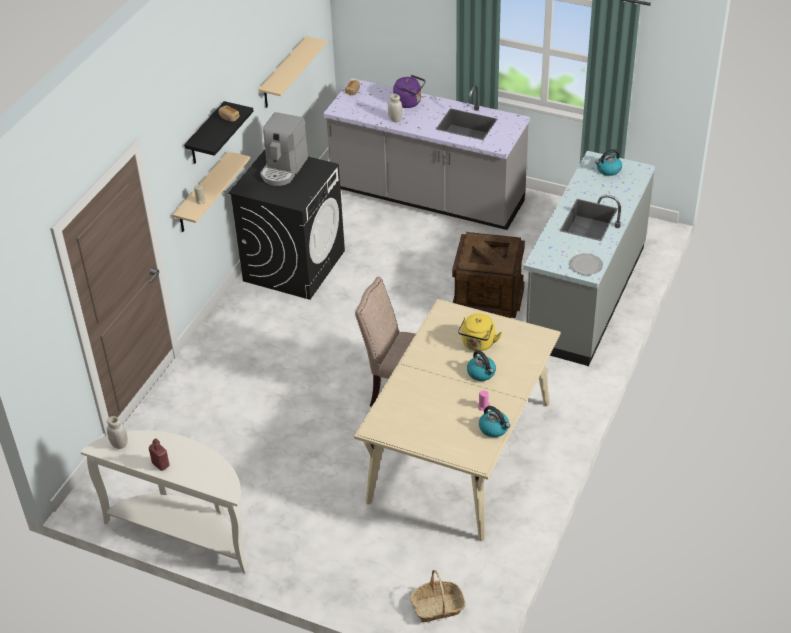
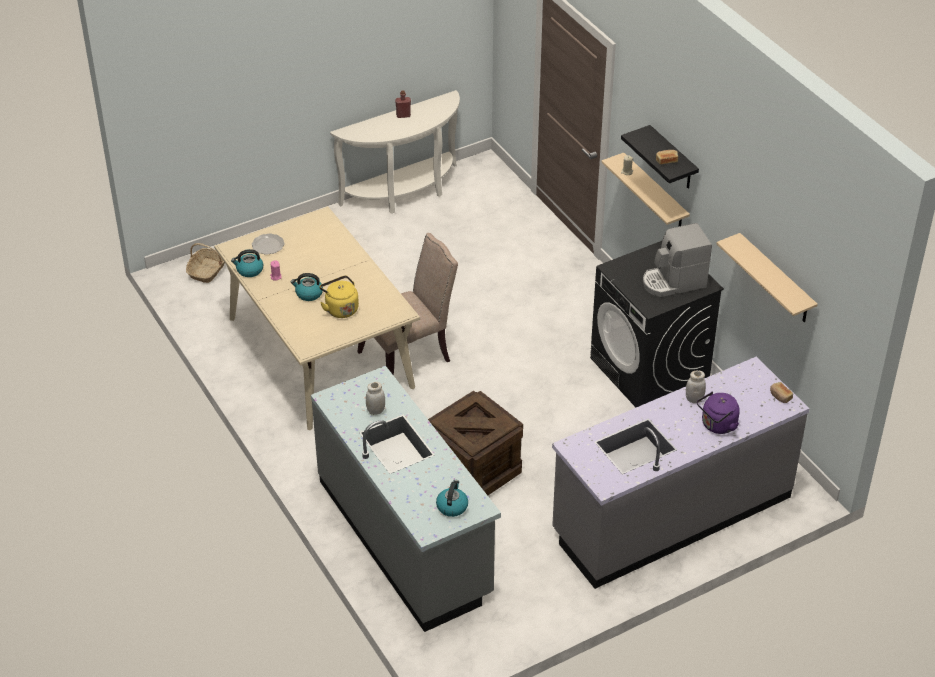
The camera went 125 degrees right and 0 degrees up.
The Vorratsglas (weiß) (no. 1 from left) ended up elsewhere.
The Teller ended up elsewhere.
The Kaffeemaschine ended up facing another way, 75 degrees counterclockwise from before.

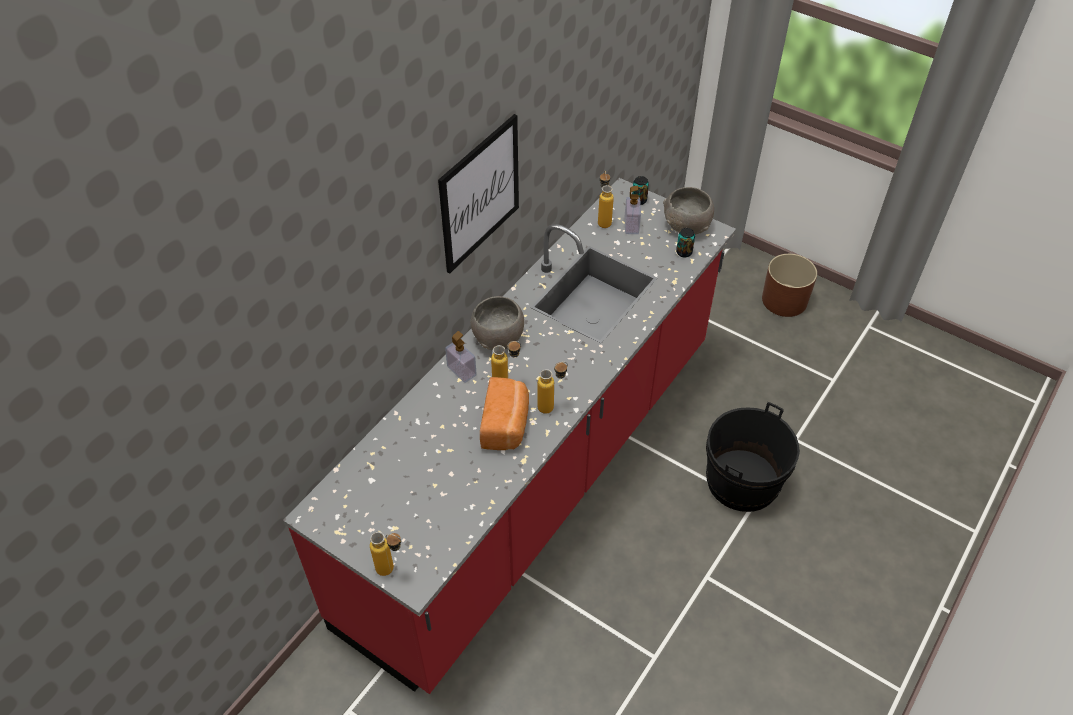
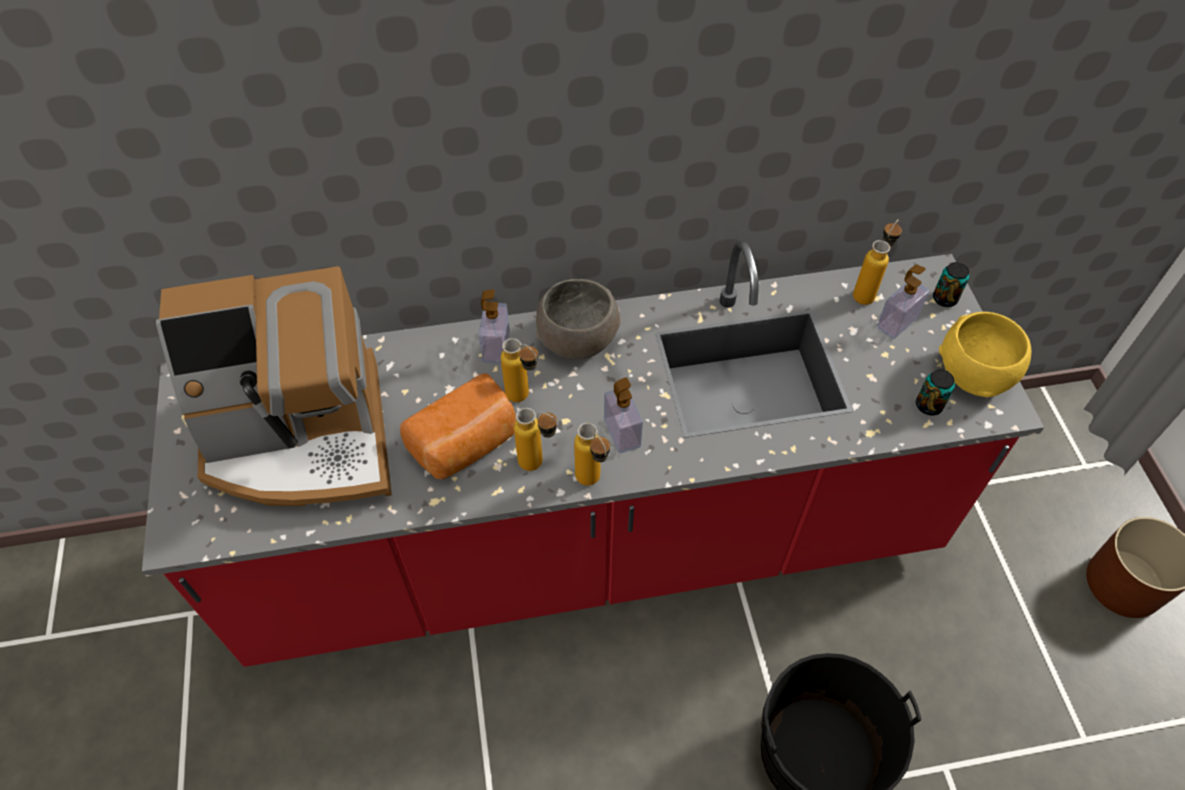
The camera went 45 degrees right and 5 degrees up.
The second view lost the Bild.
The second view gained the Kaffeemaschine.
The second view gained the Seifenspender (no. 2 from left).
The Flasche (no. 1 from left in the first image) ended up elsewhere.
What was the Schüssel (grau) (no. 2 from left) turned into the Schüssel (gelb).

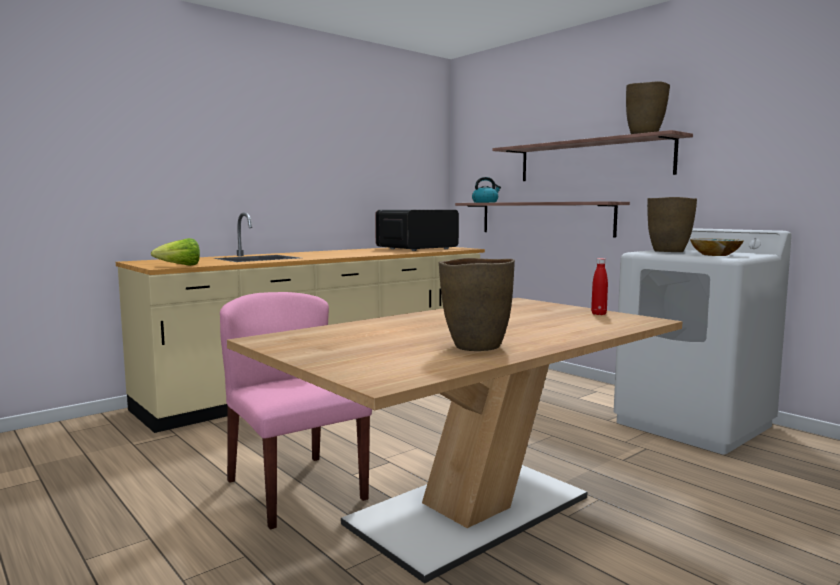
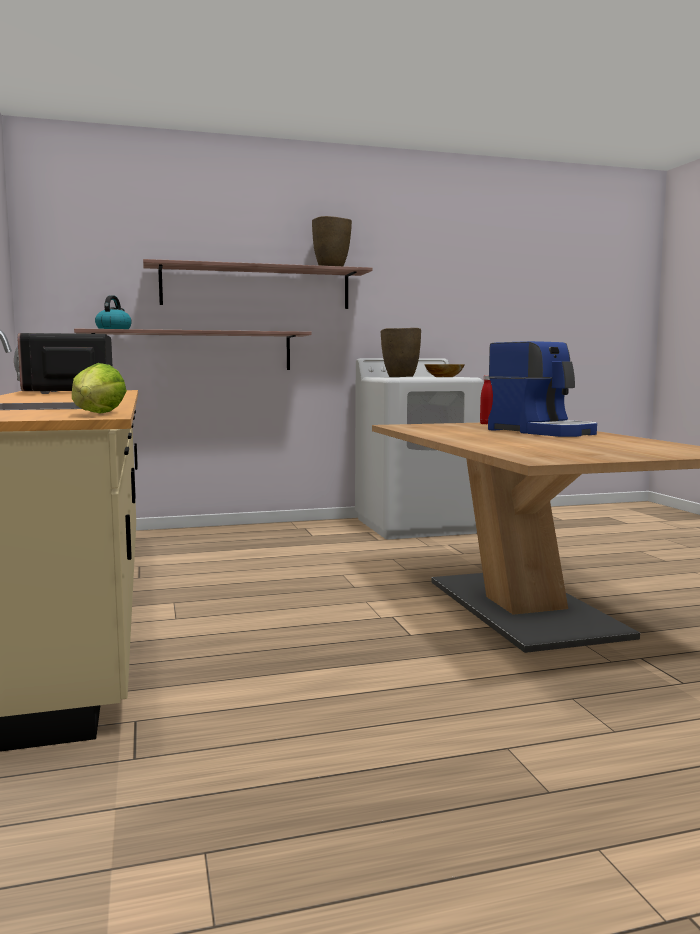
The camera went 65 degrees left and 0 degrees up.
The second view lost the Stuhl (rosa).
The second view lost the Vase (braun) (no. 1 from left).
The second view gained the Kaffeemaschine.

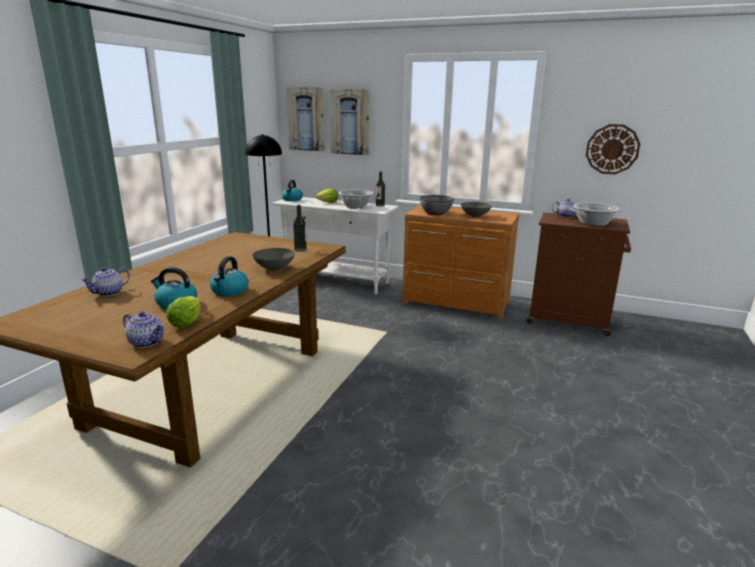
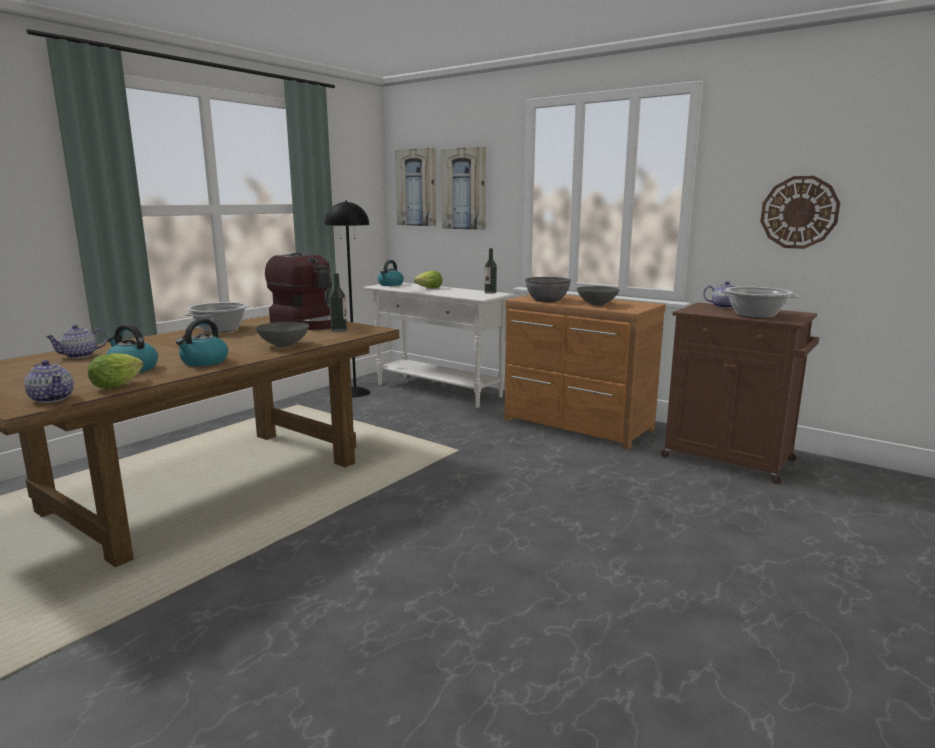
The camera went 15 degrees right and 5 degrees down.
The second view gained the Kaffeemaschine.
The Kochtopf (no. 1 from left) ended up elsewhere.

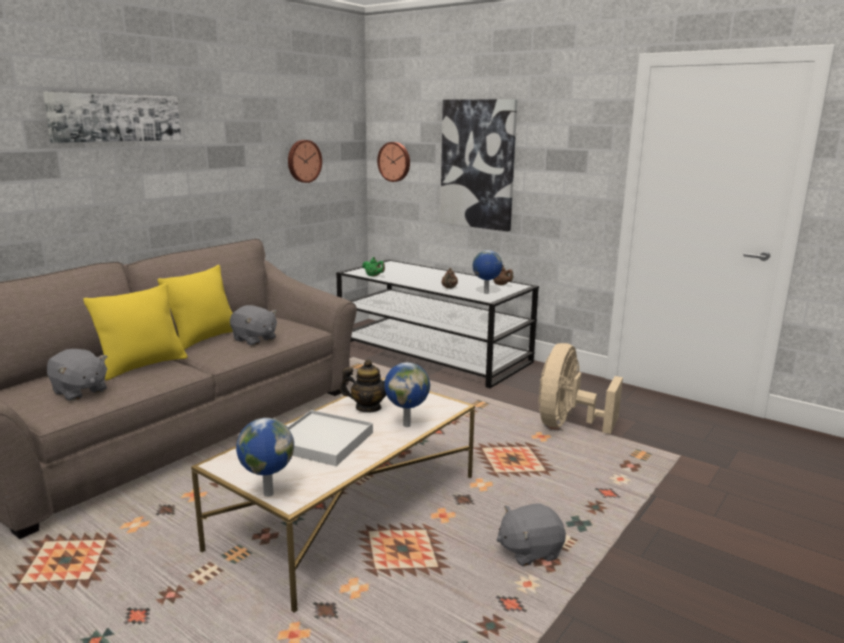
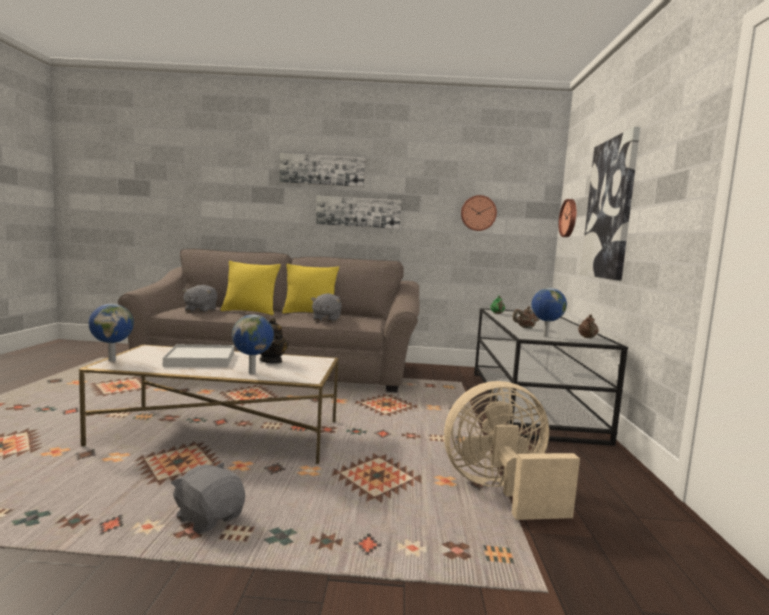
The camera went 55 degrees right and 10 degrees down.
The second view gained the Bild (no. 2 from left).

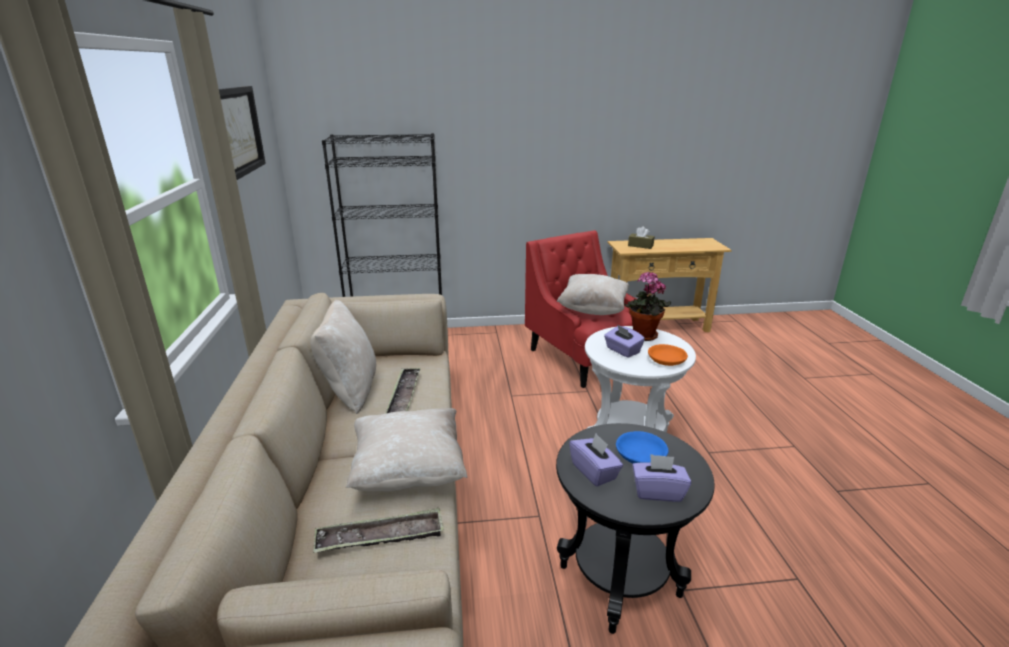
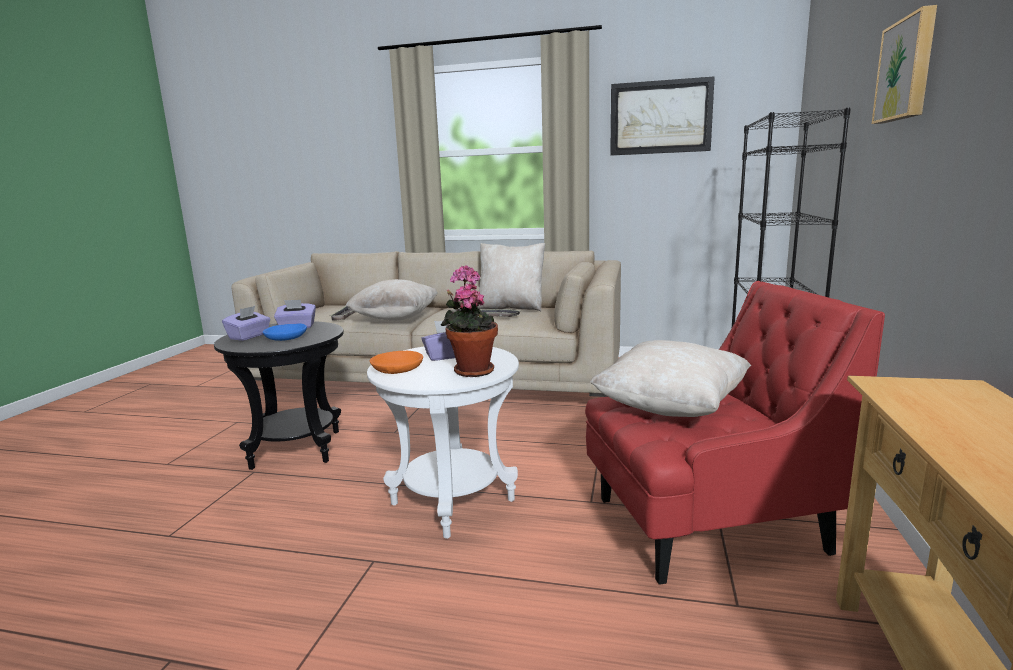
The camera went 110 degrees right and 10 degrees down.
The second view lost the Taschentuchbox (braun).
The second view gained the Bild (no. 2 from left).

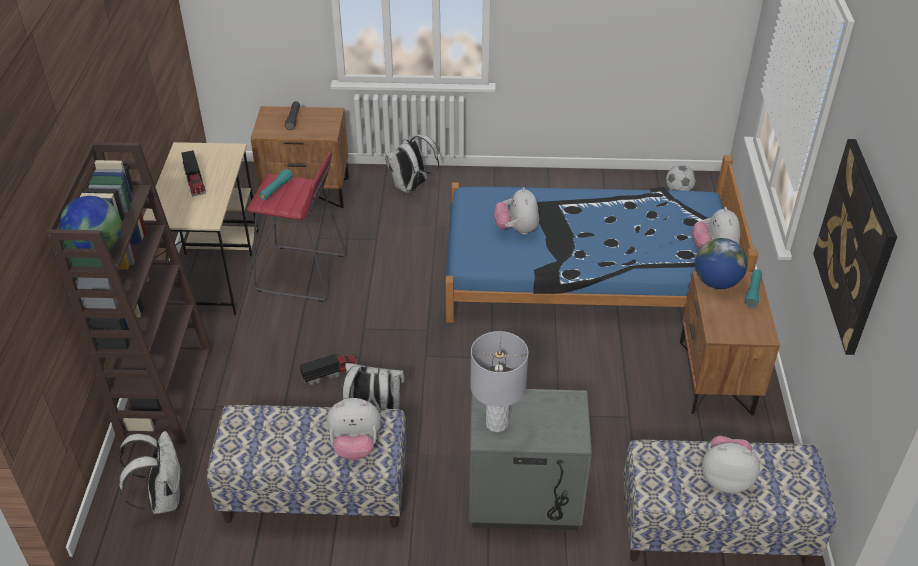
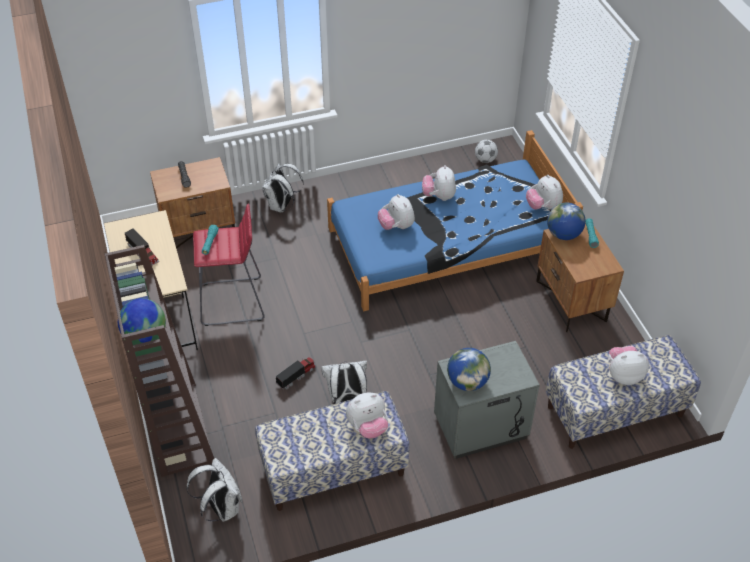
The camera went 20 degrees left and 5 degrees up.
The second view lost the Bild.
The second view gained the Plüschtier (no. 3 from left).
Where the Tischlampe (grau) stood, the Globus (no. 2 from left) came to stand.

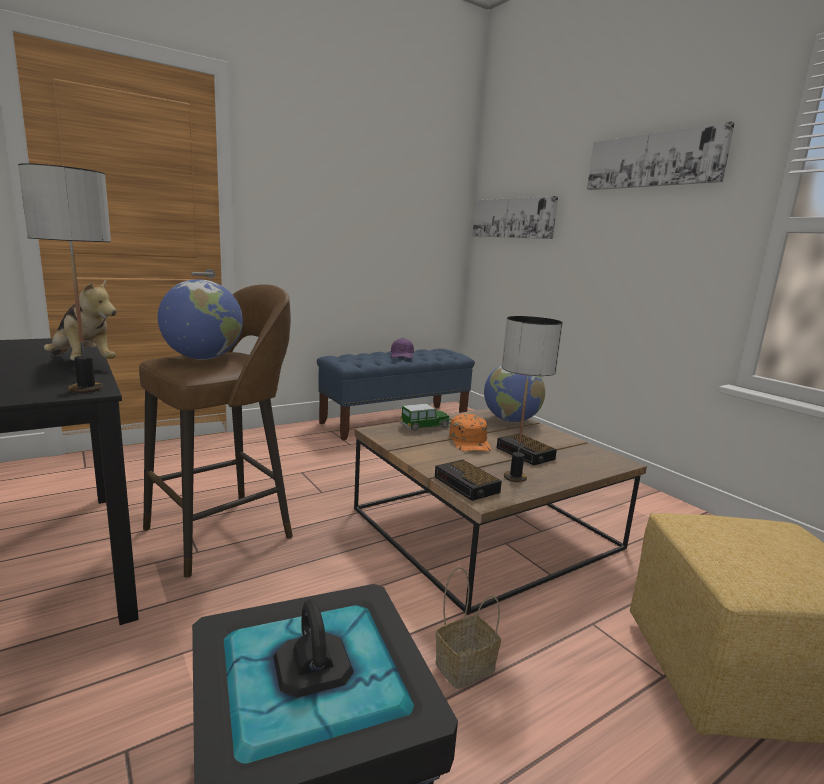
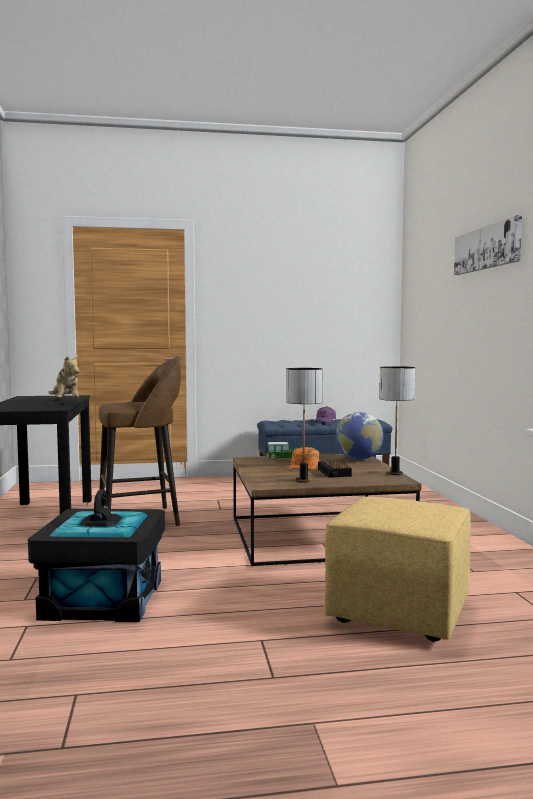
The camera went 25 degrees right and 10 degrees down.
The second view lost the Globus (no. 1 from left).
The second view lost the Wecker (no. 1 from left).
The second view lost the Korb.
The second view lost the Bild (no. 1 from left).
The Tischlampe (no. 1 from left in the first image) ended up elsewhere.

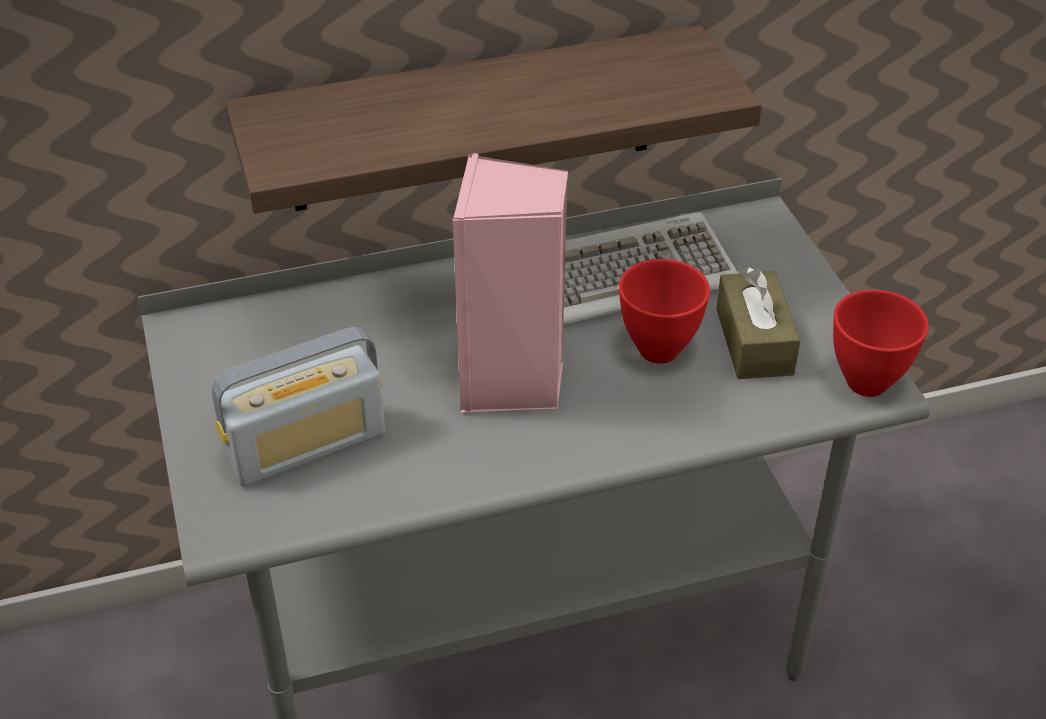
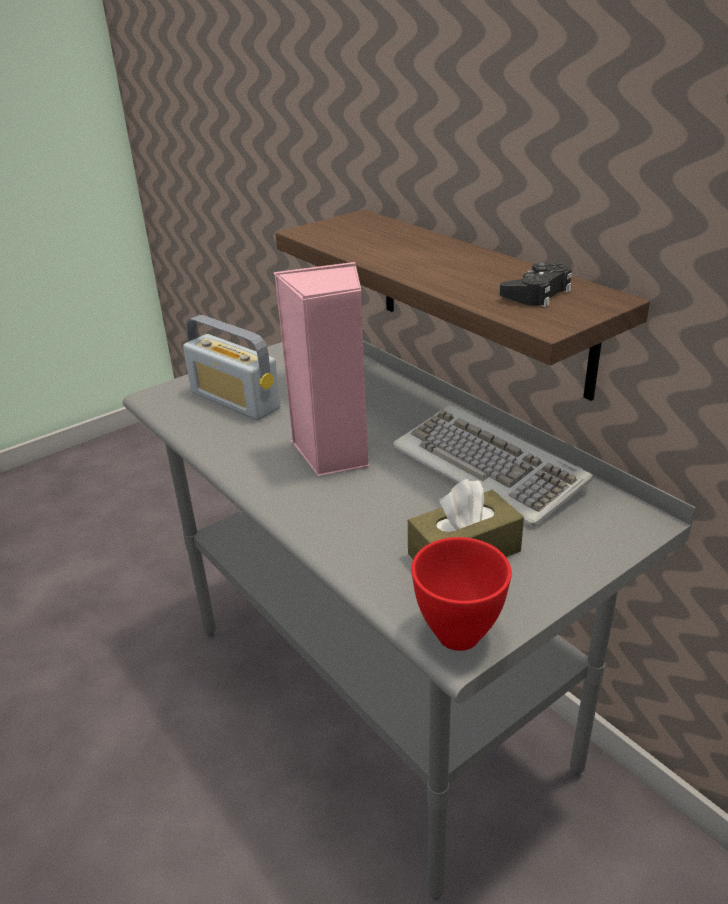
The camera went 70 degrees right and 10 degrees down.
The second view lost the Schüssel (rot) (no. 1 from left).
The second view gained the Gamepad (schwarz).

